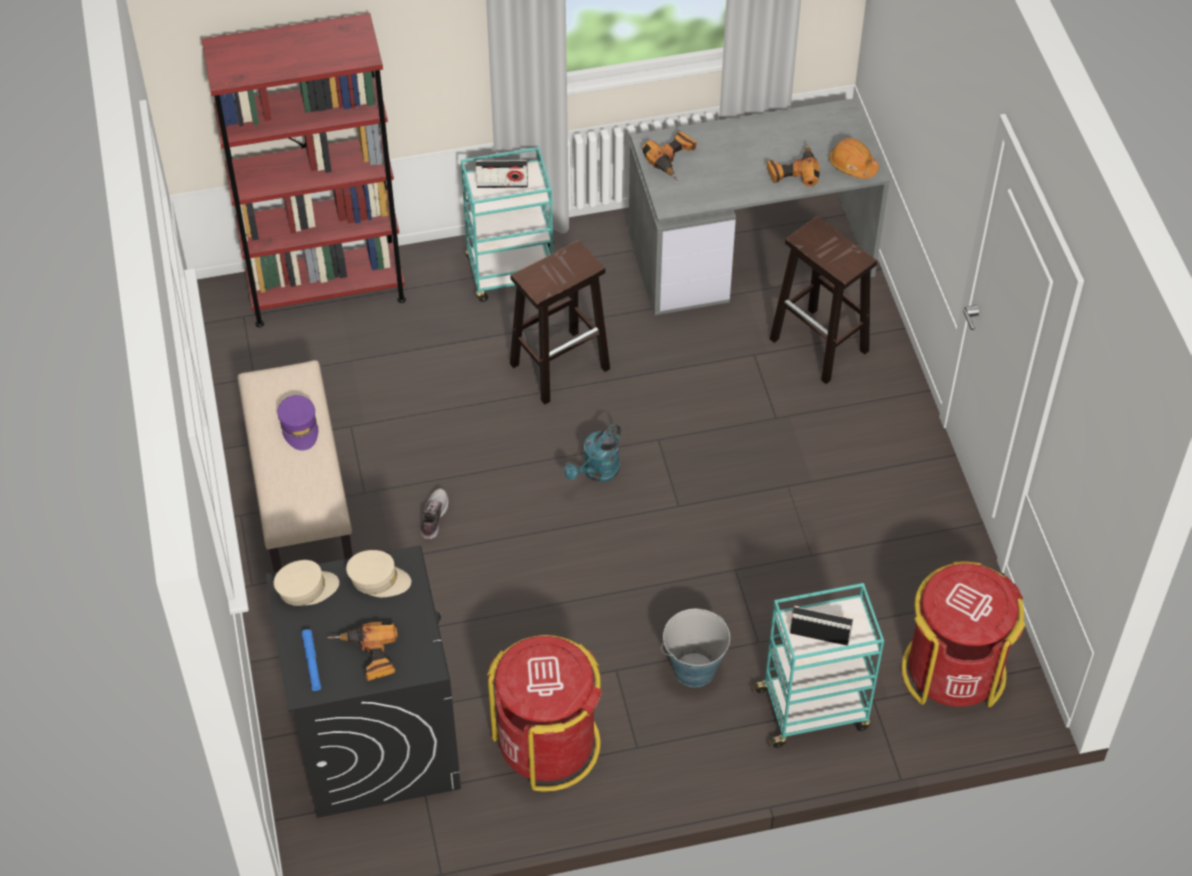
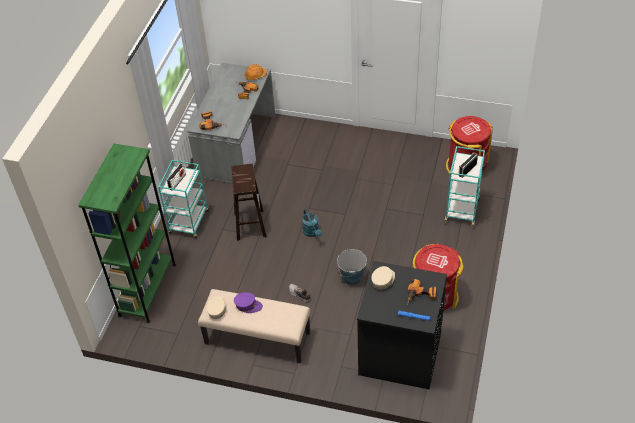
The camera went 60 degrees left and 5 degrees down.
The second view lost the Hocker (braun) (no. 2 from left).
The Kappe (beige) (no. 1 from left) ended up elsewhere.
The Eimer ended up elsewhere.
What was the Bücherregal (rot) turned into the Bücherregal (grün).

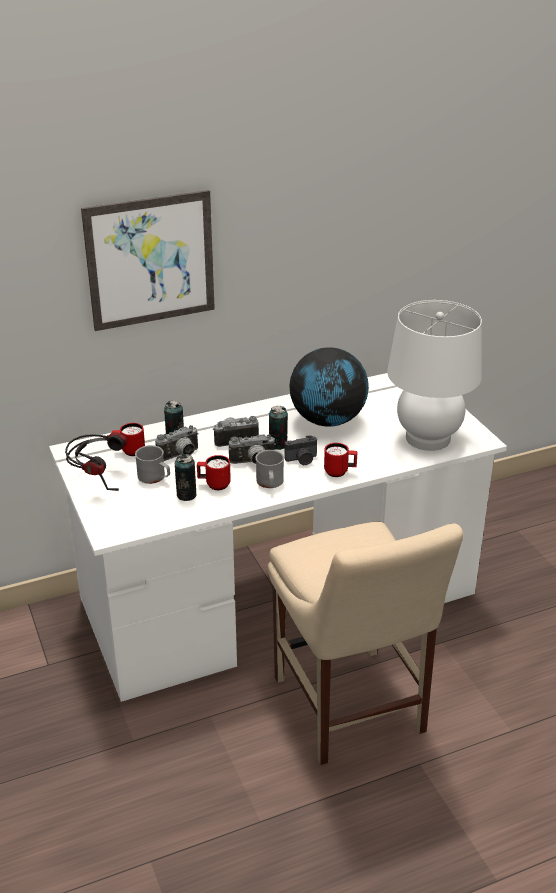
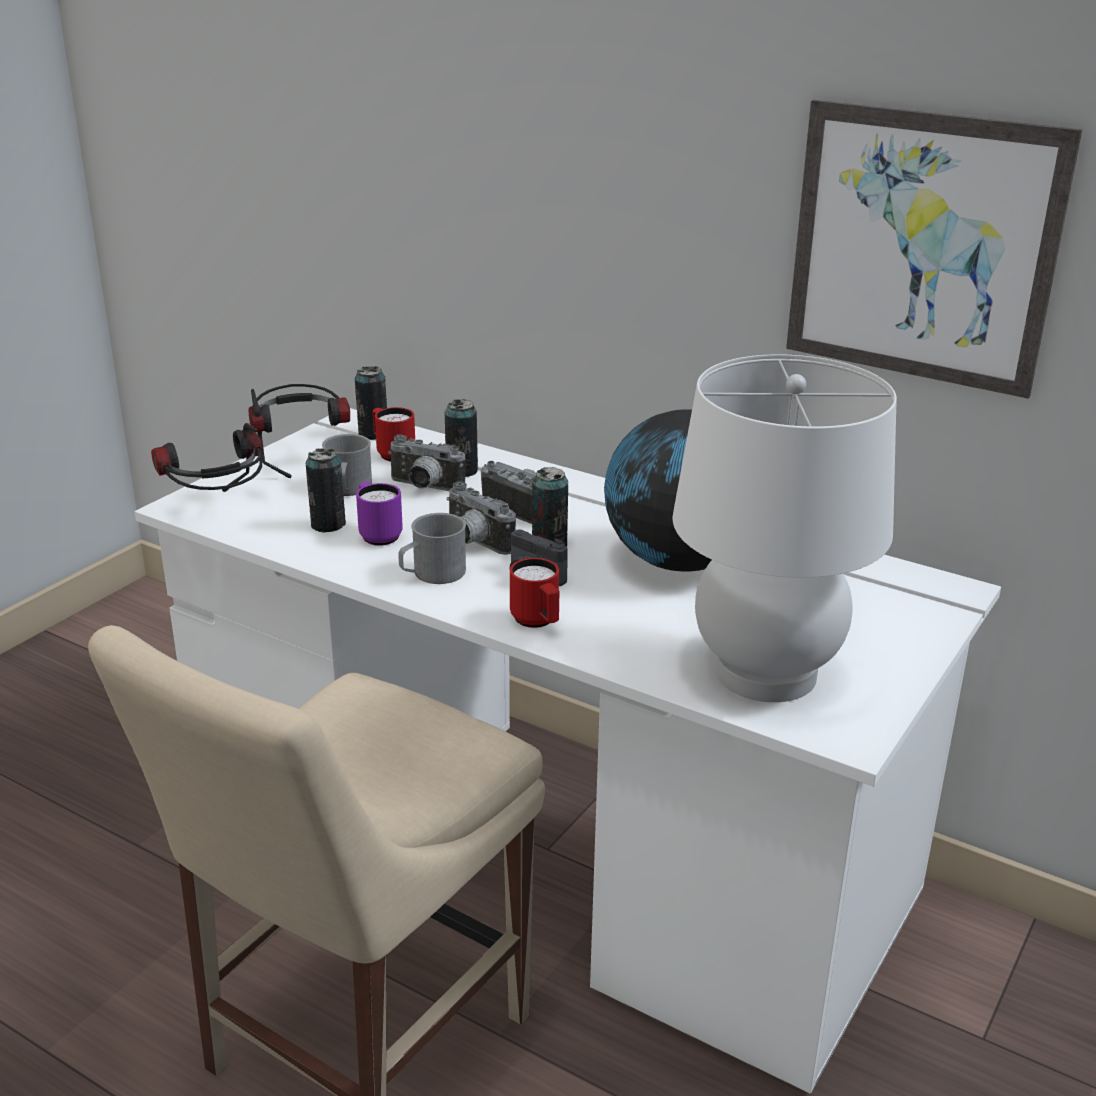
The camera went 55 degrees right and 5 degrees down.
The second view gained the Kopfhörer (no. 1 from left).
The second view gained the Dose (no. 2 from left).
The Bild ended up elsewhere.
What was the Henkelbecher (rot) (no. 2 from left) turned into the Henkelbecher (lila).

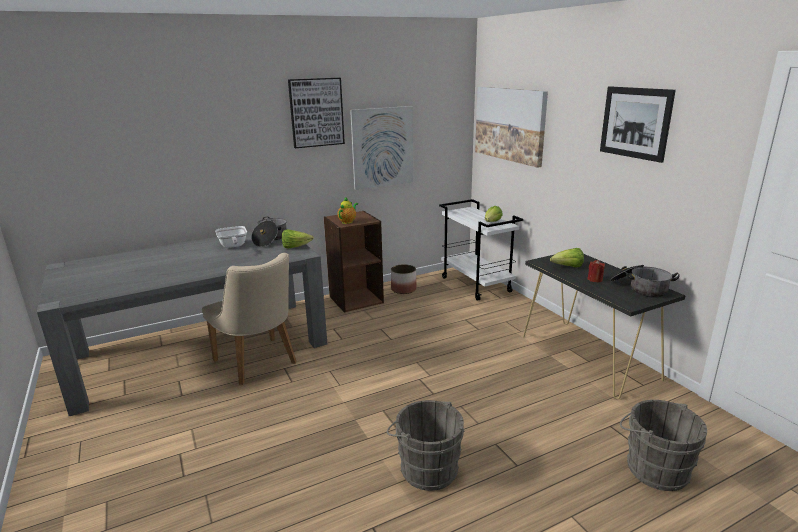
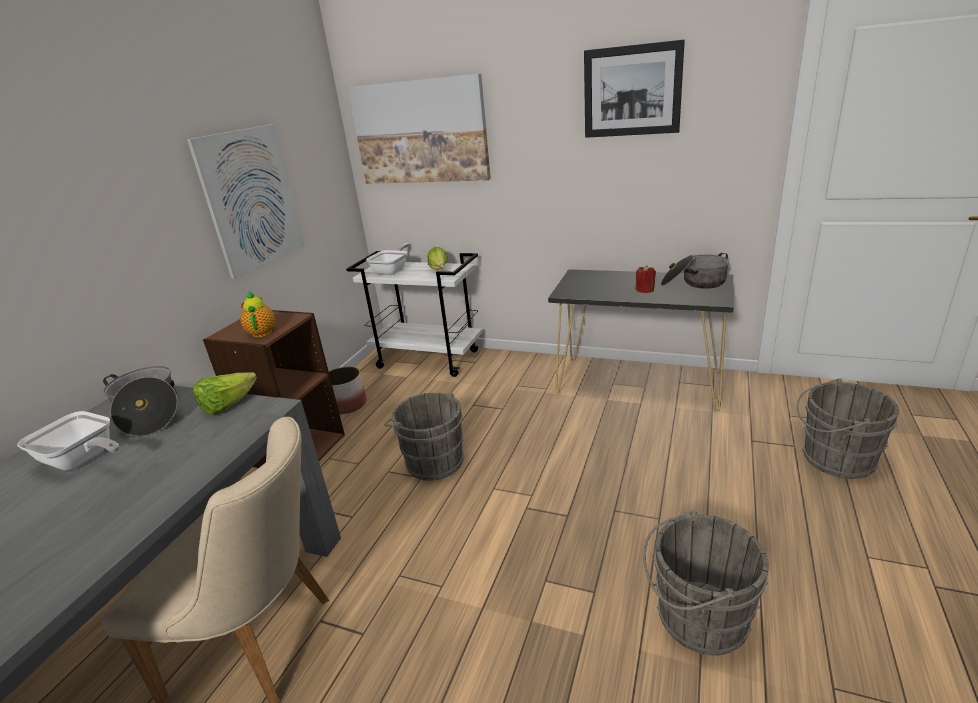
The camera went 40 degrees left and 5 degrees up.
The second view lost the Bild (no. 1 from left).
The second view lost the Salatkopf (no. 3 from left).
The second view gained the Pfanne (no. 2 from left).
The second view gained the Eimer (grau) (no. 1 from left).

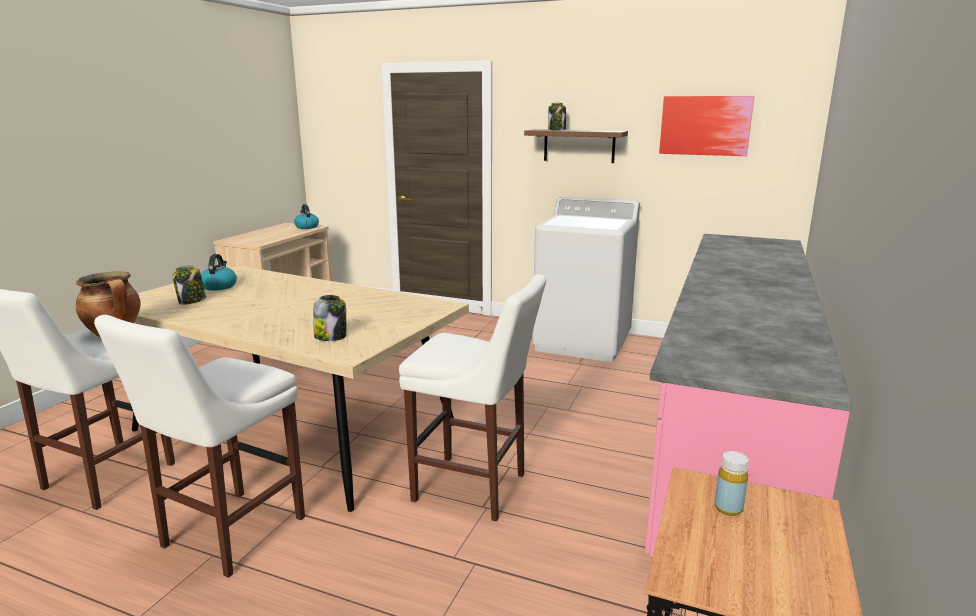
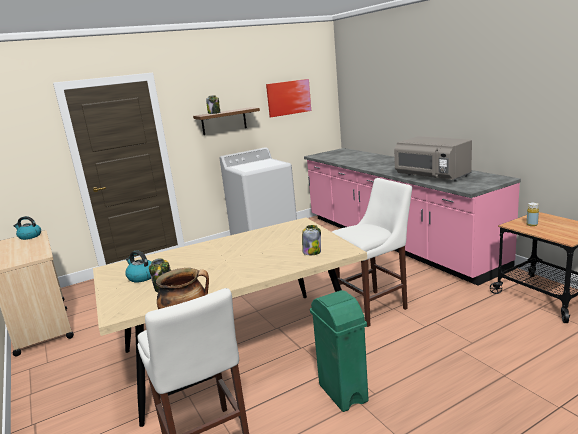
The camera went 50 degrees left and 0 degrees up.
The second view gained the Mikrowelle (grau).
Where the Hocker (weiß) (no. 2 from left) stood, the Mülleimer (grün) came to stand.

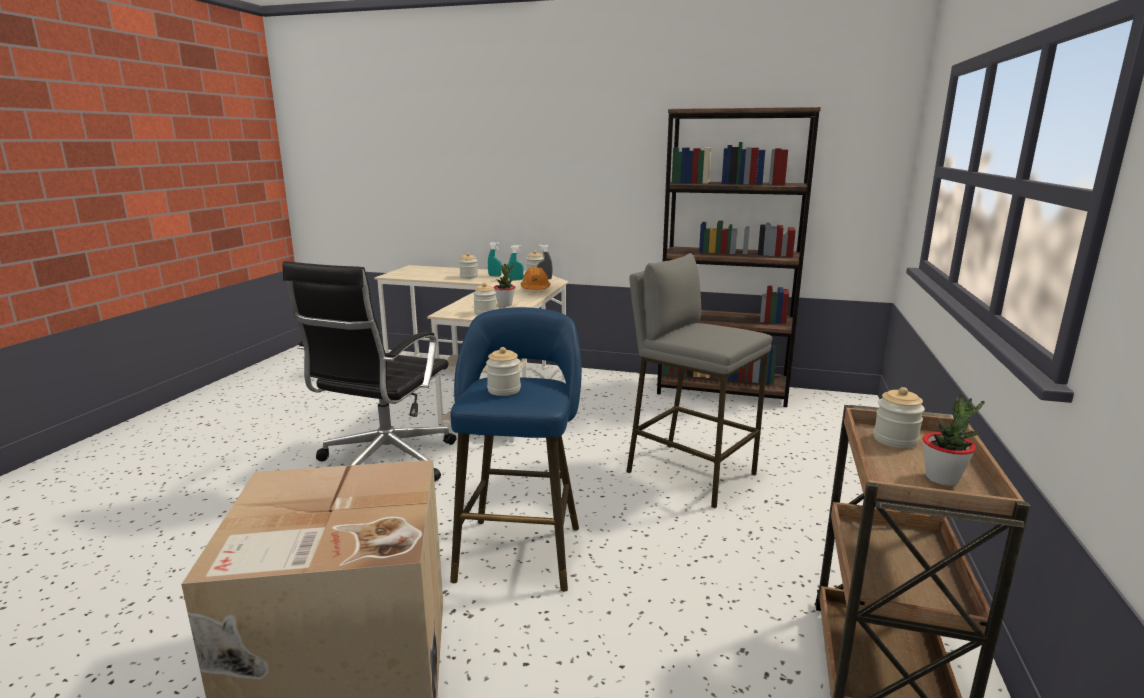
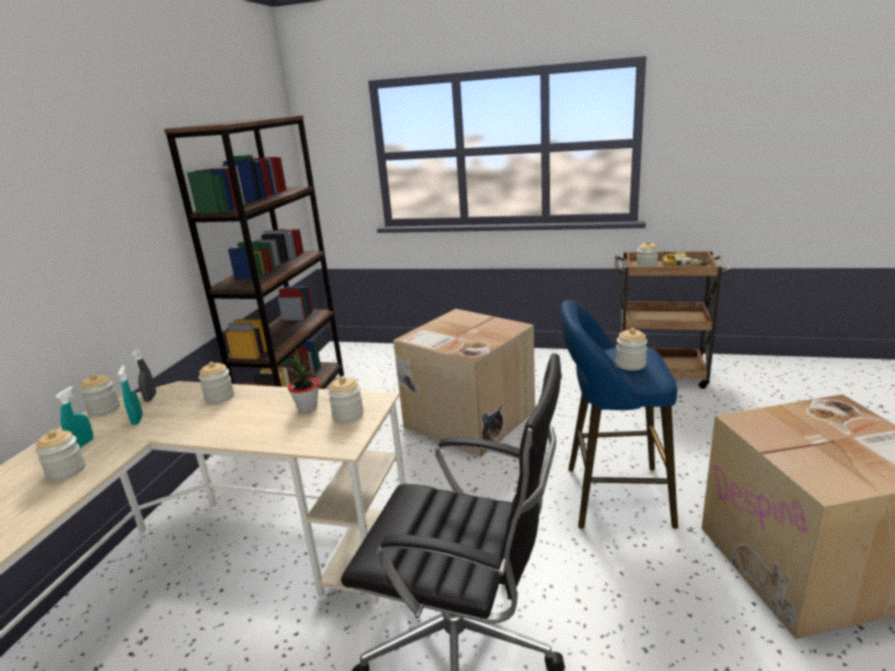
The camera went 90 degrees left and 5 degrees up.
Where the Schutzhelm (orange) stood, the Vorratsglas (no. 3 from left) came to stand.
Where the Hocker (grau) stood, the Karton (no. 1 from left) came to stand.
Where the Topfpflanze (no. 2 from left) stood, the Bohrmaschine came to stand.

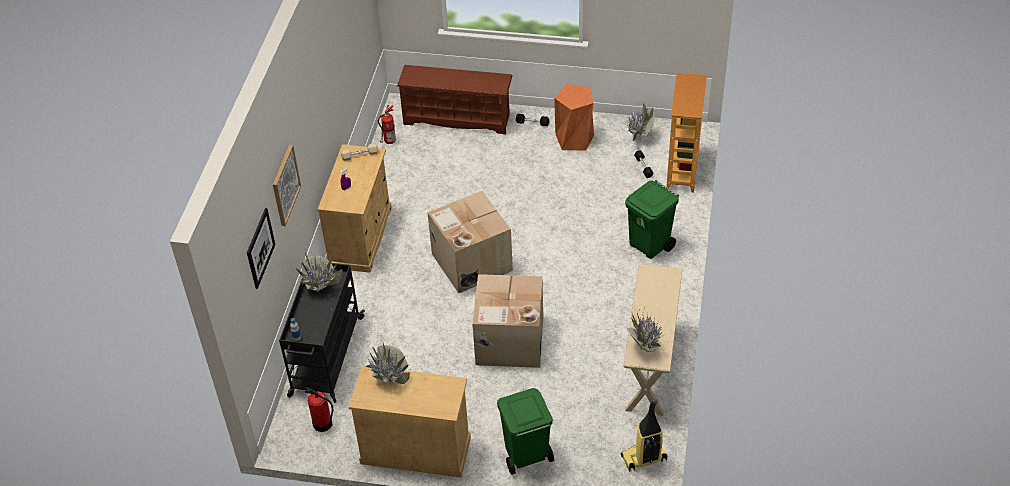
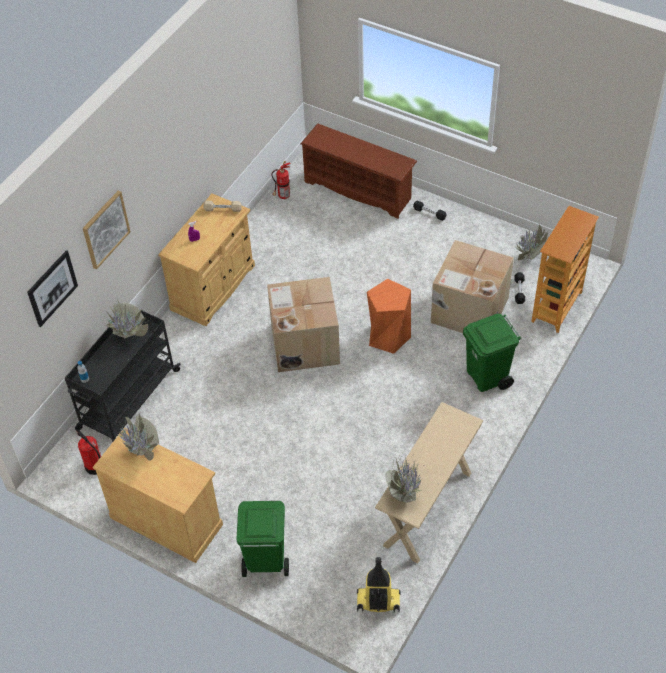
The camera went 20 degrees right and 5 degrees up.
The Karton (no. 2 from left) ended up elsewhere.
The Hocker (orange) ended up elsewhere.

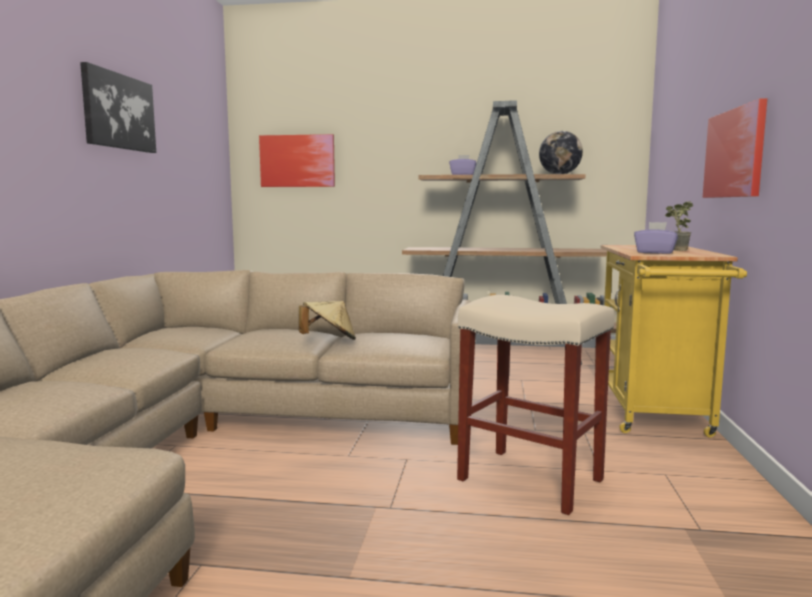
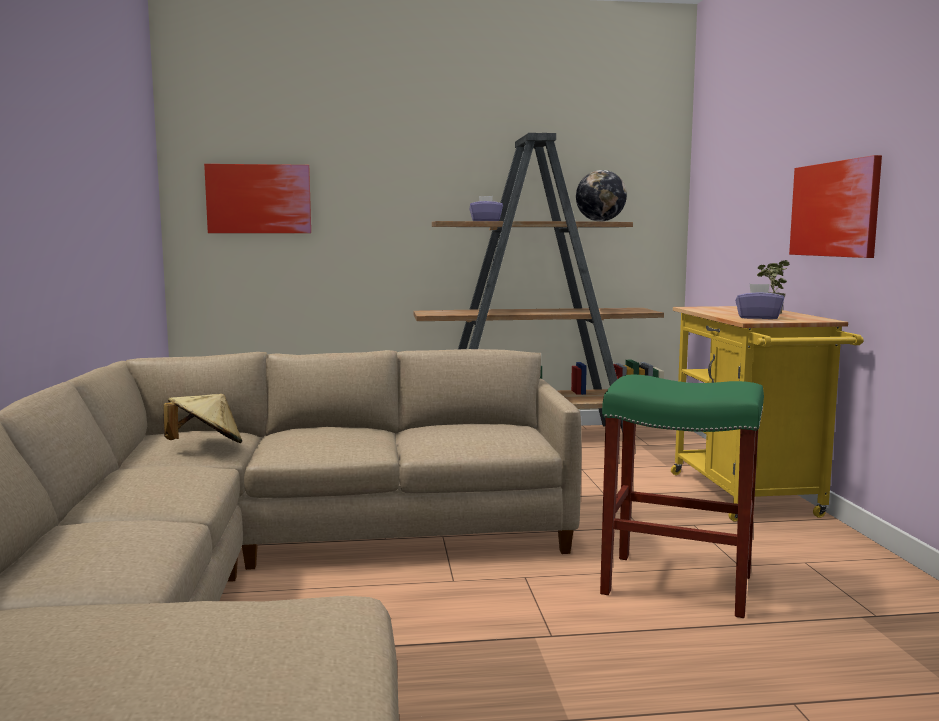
The camera went 15 degrees left and 0 degrees up.
The second view lost the Bild (no. 1 from left).
The Hut (beige) ended up elsewhere.
What was the Hocker (beige) turned into the Hocker (grün).

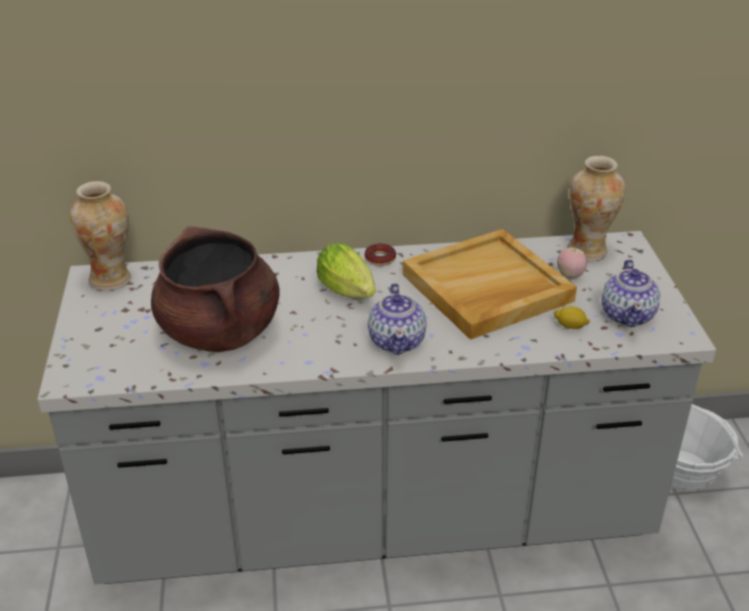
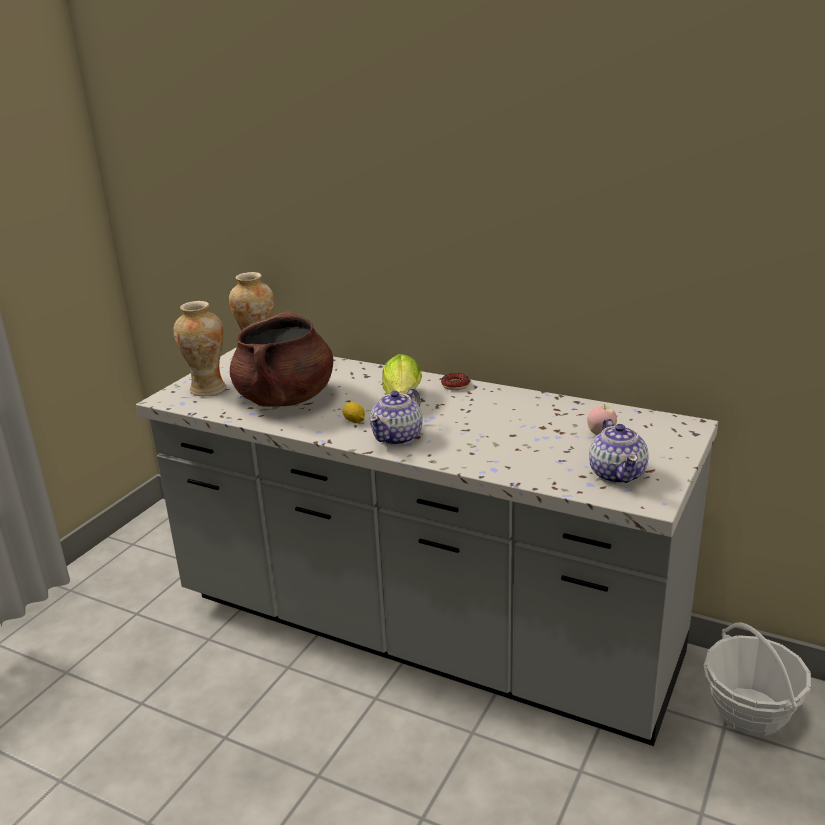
The camera went 35 degrees right and 10 degrees down.
The second view lost the Tablett (beige).
The Zitrone ended up elsewhere.
The Vase (no. 2 from left in the first image) ended up elsewhere.
The Teekanne (no. 2 from left) ended up facing another way, 45 degrees counterclockwise from before.

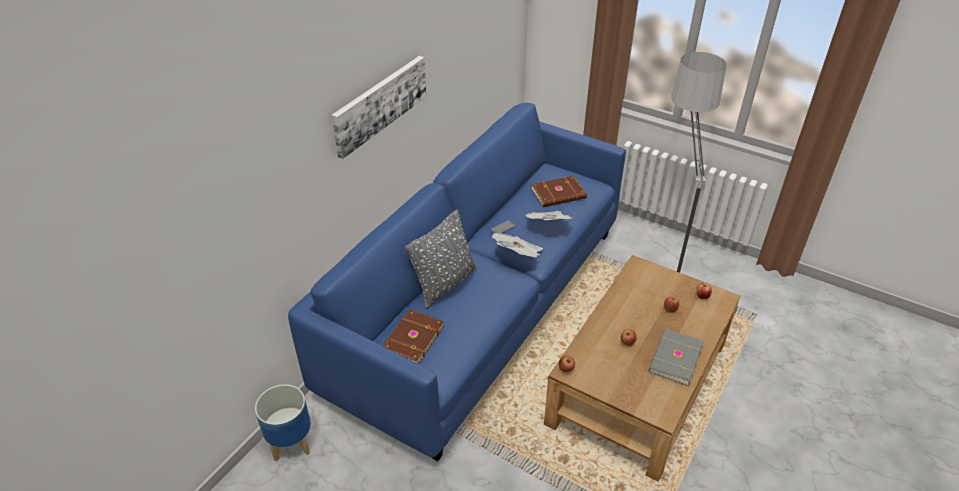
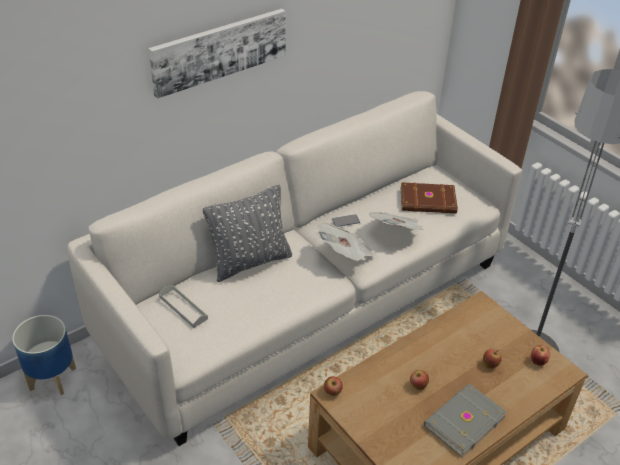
The camera went 20 degrees right and 0 degrees up.
Where the Buch (braun) (no. 1 from left) stood, the Tablett (grau) came to stand.
What was the Sofa (blau) turned into the Sofa (weiß).

